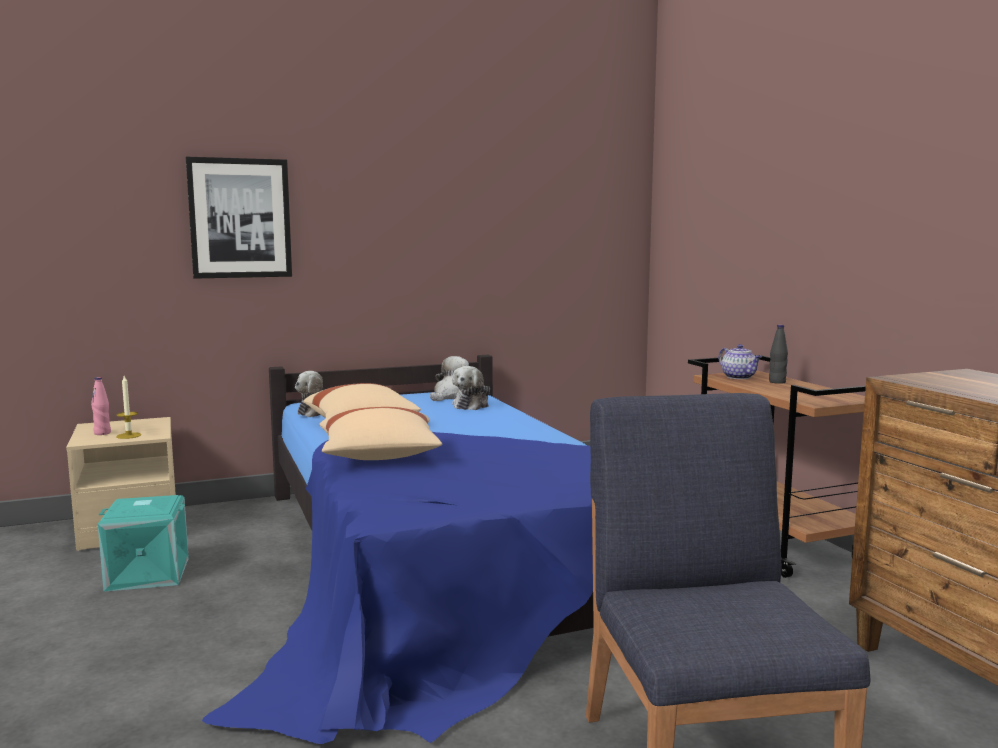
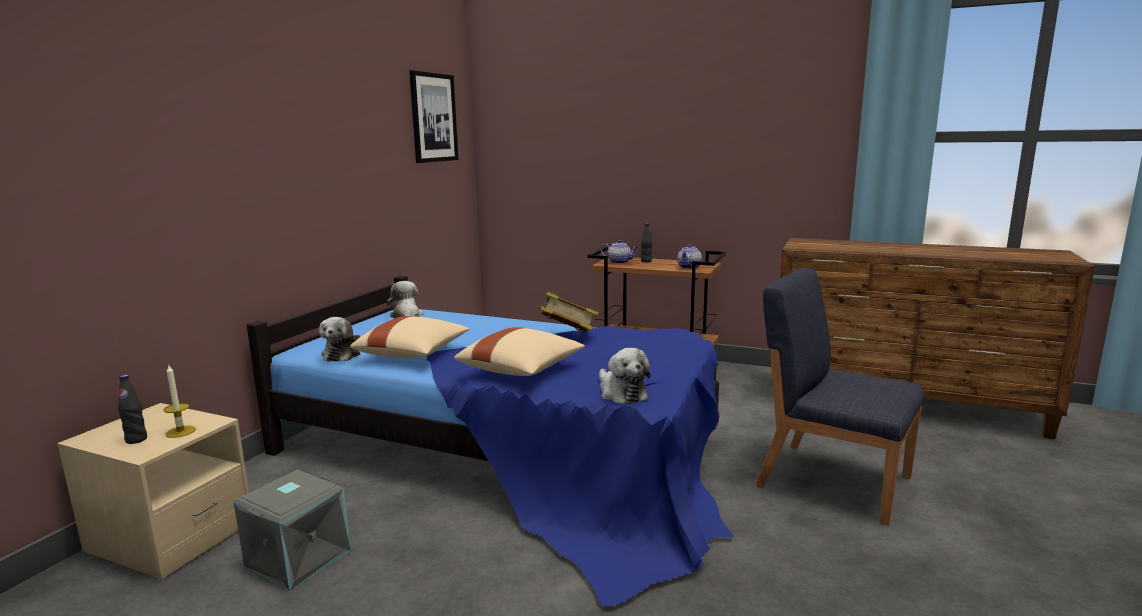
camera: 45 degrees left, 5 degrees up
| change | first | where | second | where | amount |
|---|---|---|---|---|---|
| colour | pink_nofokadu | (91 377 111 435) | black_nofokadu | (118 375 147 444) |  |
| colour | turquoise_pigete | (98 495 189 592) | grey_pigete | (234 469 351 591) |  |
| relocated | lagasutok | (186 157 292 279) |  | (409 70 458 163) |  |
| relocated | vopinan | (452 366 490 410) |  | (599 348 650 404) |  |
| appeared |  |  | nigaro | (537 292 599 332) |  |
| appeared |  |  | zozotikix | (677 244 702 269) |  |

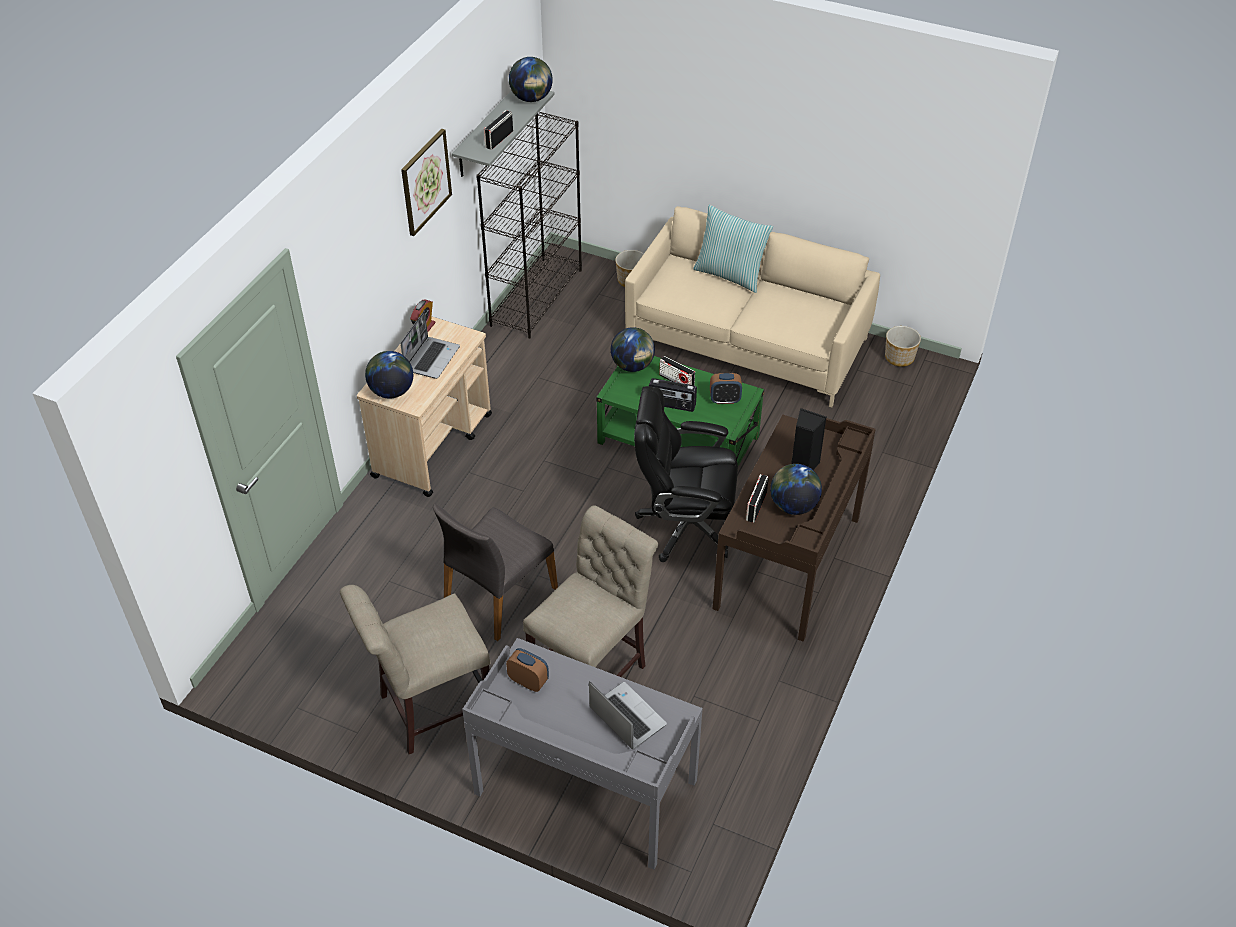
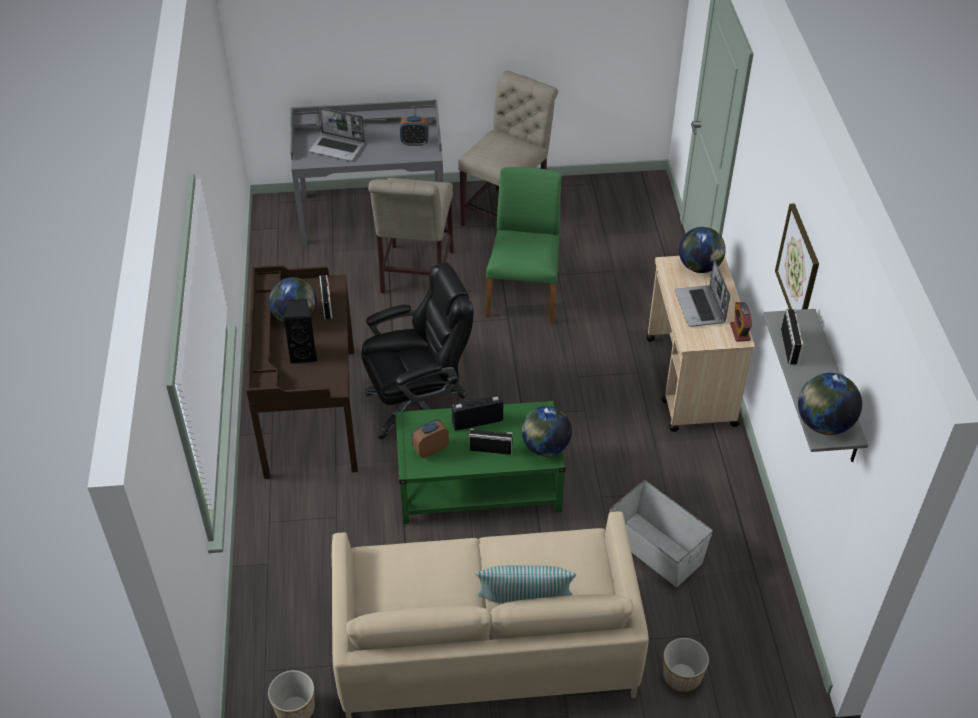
camera: 150 degrees right, 0 degrees up
| change | first | where | second | where | amount |
|---|---|---|---|---|---|
| colour | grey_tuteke | (433 504 558 641) | green_tuteke | (486 167 561 324) |  |
| missing | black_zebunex | (476 112 582 339) |  |  |  |
| appeared |  |  | grey_pigete | (610 480 713 587) |  |

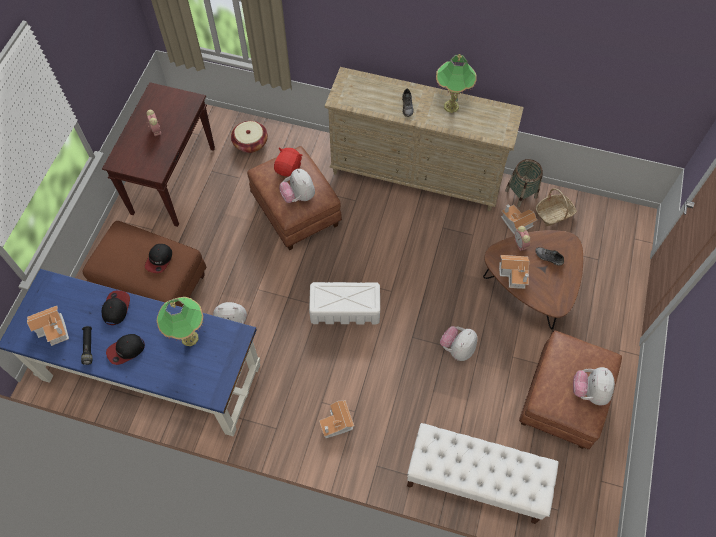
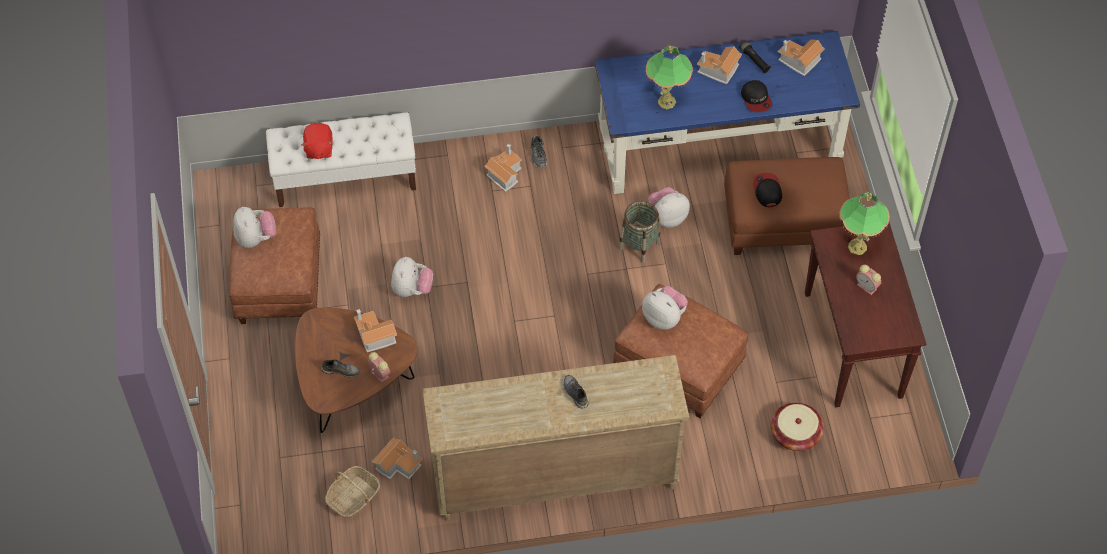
camera: 155 degrees right, 5 degrees down
| change | first | where | second | where | amount |
|---|---|---|---|---|---|
| exchanged | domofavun | (106 334 145 365) | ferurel | (697 46 742 84) |  |
| relocated | red_vopinan | (274 148 302 177) |  | (302 123 333 160) |  |
| missing | white_pigete | (309 282 380 324) |  |  |  |
| relocated | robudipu | (436 54 477 113) |  | (839 192 889 255) |  |
| relocated | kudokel | (505 159 543 207) |  | (618 201 660 263) |  |
| appeared |  |  | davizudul | (531 135 547 167) |  |

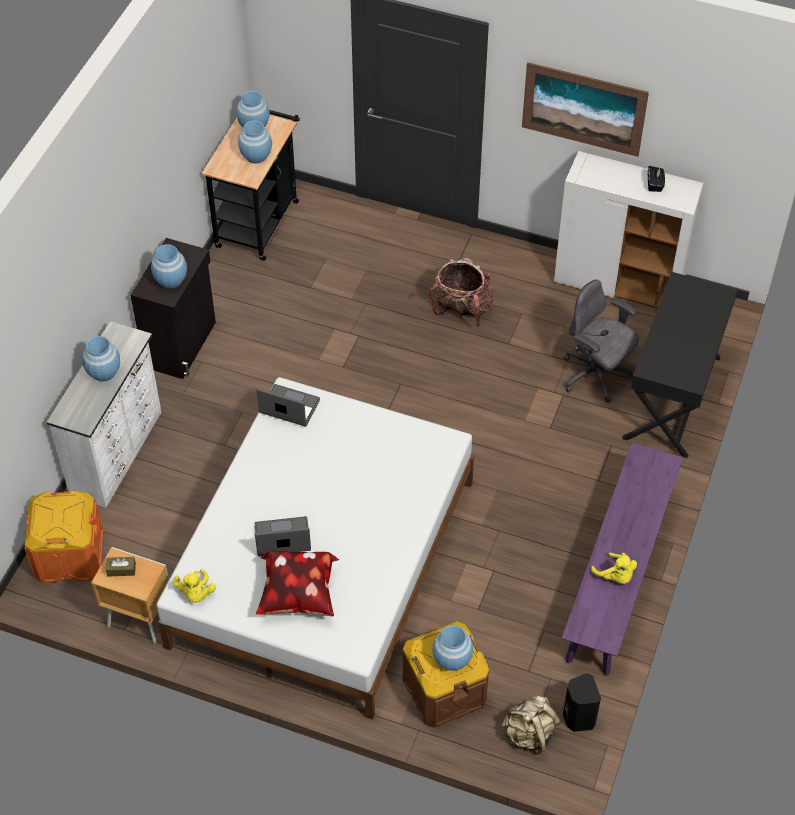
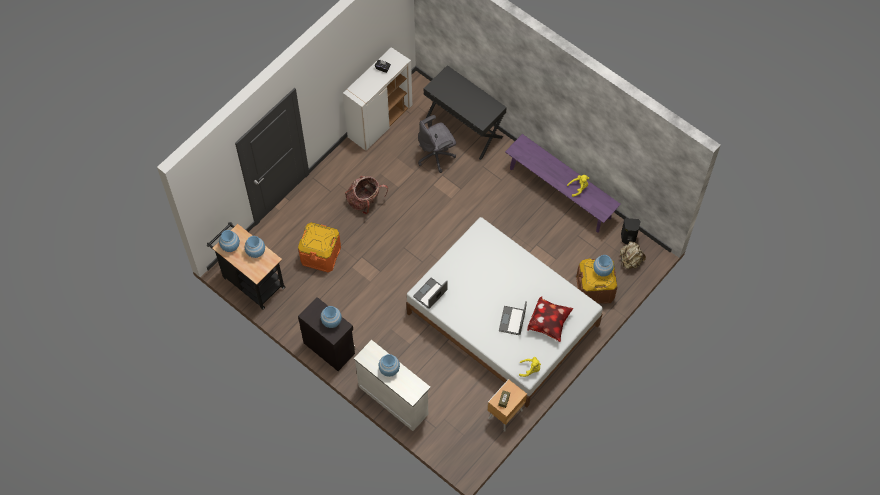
camera: 70 degrees left, 10 degrees up
| change | first | where | second | where | amount |
|---|---|---|---|---|---|
| relocated | orange_pigete | (24 491 103 583) |  | (298 222 341 272) |  |
| missing | lagasutok | (522 62 649 157) |  |  |  |

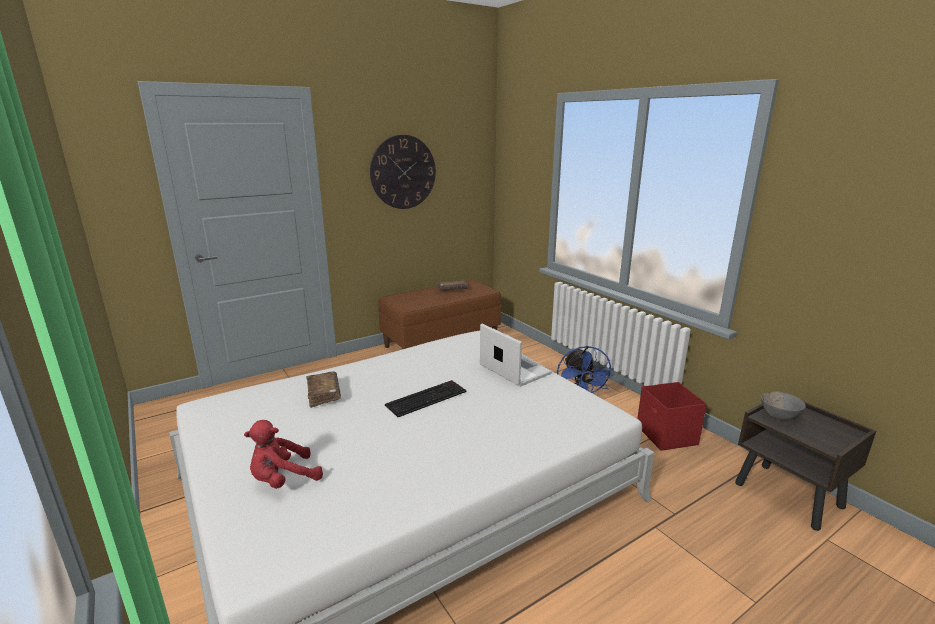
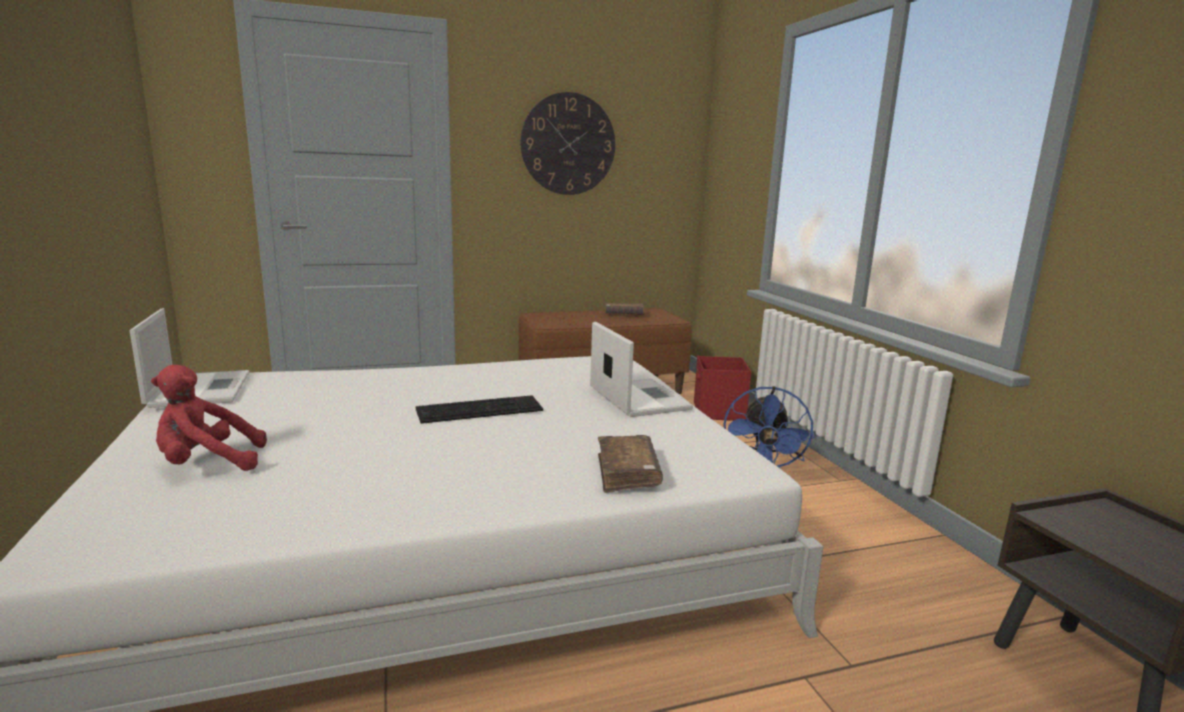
camera: 15 degrees right, 5 degrees down
| change | first | where | second | where | amount |
|---|---|---|---|---|---|
| relocated | brown_nigaro | (306 371 341 408) |  | (598 435 663 493) |  |
| relocated | red_pigete | (637 382 707 451) |  | (694 356 751 421) |  |
| missing | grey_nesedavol | (761 391 806 420) |  |  |  |
| appeared |  |  | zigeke | (130 308 249 408) |  |

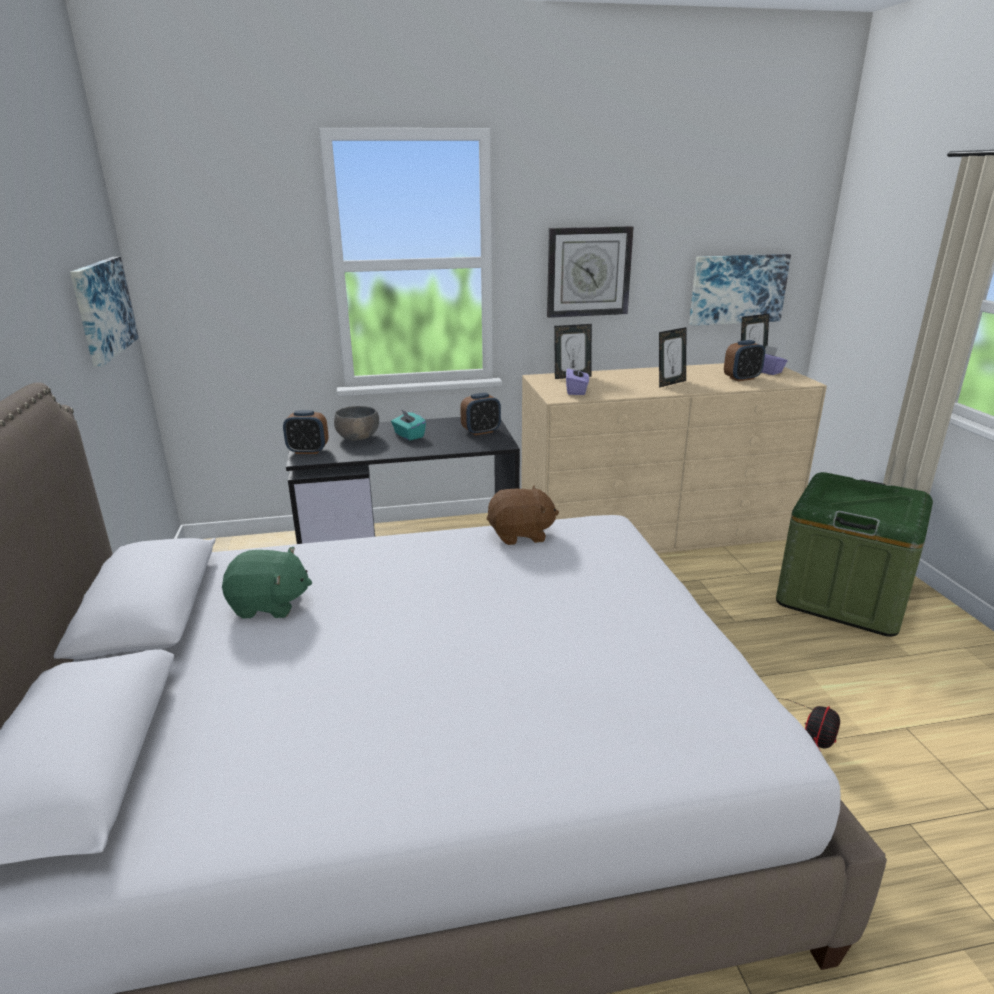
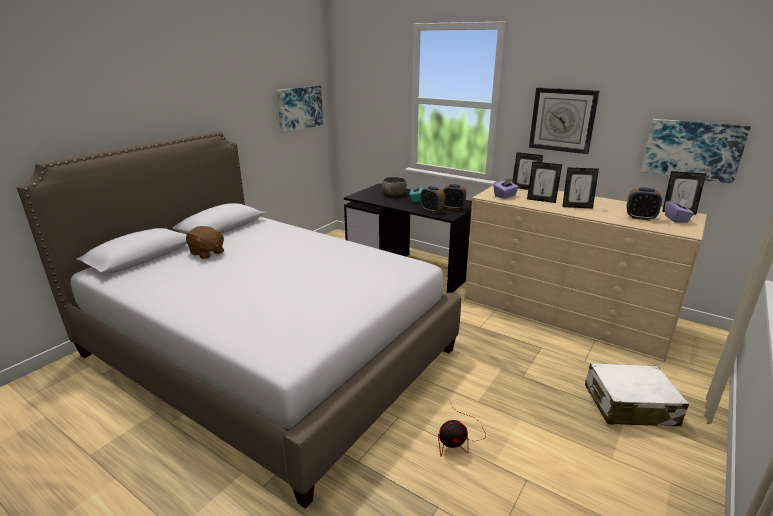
camera: 45 degrees right, 0 degrees up
| change | first | where | second | where | amount |
|---|---|---|---|---|---|
| missing | green_vopinan | (222 547 312 618) |  |  |  |
| relocated | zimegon | (283 410 329 454) |  | (421 186 445 213) |  |
| relocated | brown_vopinan | (487 485 559 545) |  | (186 226 224 259) |  |
| exchanged | green_pigete | (776 472 933 637) | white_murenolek | (585 363 689 427) |  |
| appeared |  |  | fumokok | (527 162 562 203) |  |

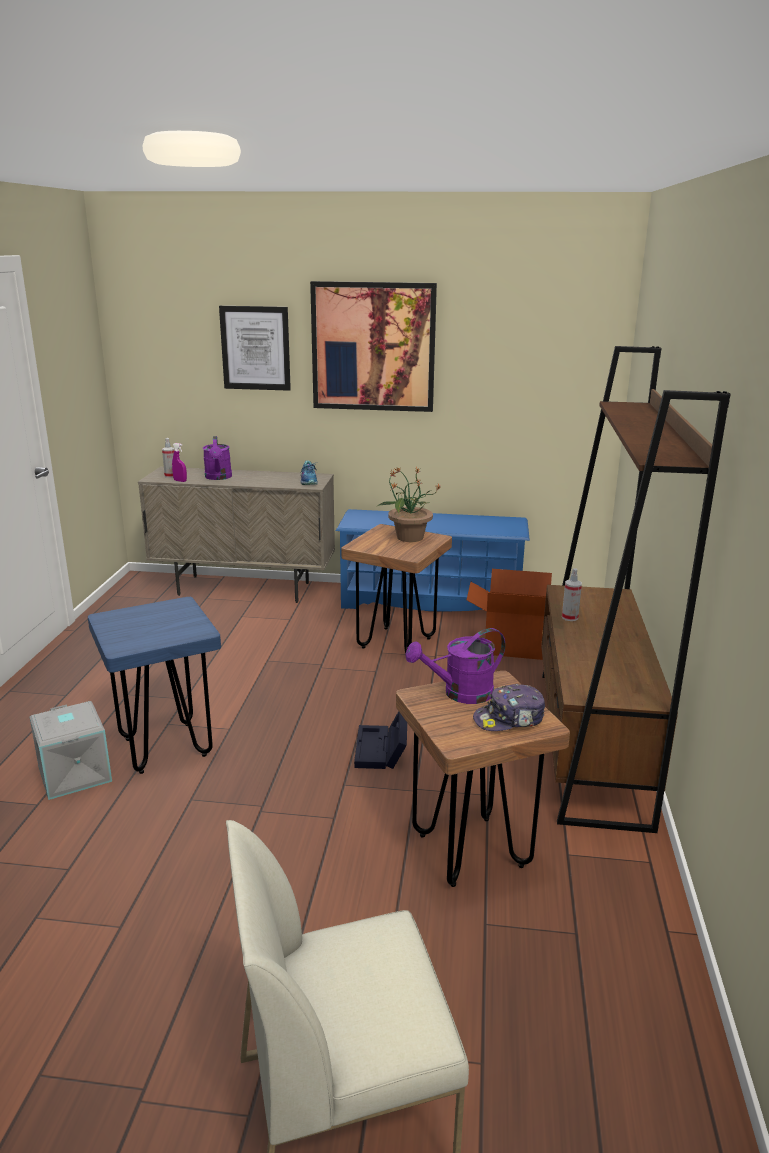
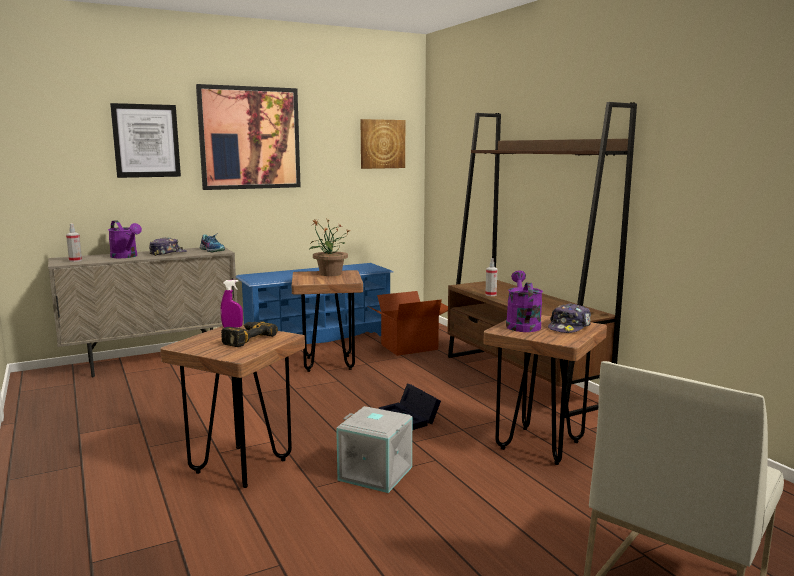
camera: 35 degrees left, 10 degrees down
| change | first | where | second | where | amount |
|---|---|---|---|---|---|
| relocated | grey_pigete | (30 701 112 800) |  | (336 406 412 493) |  |
| colour | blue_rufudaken | (88 597 221 774) | brown_rufudaken | (160 325 305 488) |  |
| relocated | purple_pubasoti | (172 443 187 482) |  | (221 280 243 328) |  |
| spun | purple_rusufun | (405 628 505 704) |  | (506 271 543 332) | 150 degrees clockwise |
| appeared |  |  | domofavun | (149 237 187 256) |  |
| appeared |  |  | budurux | (221 321 278 347) |  |
| appeared |  |  | lagasutok | (361 119 405 169) |  |

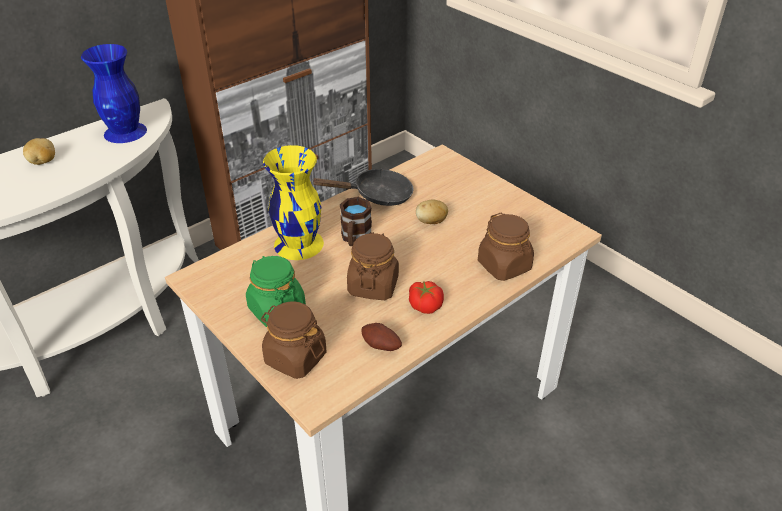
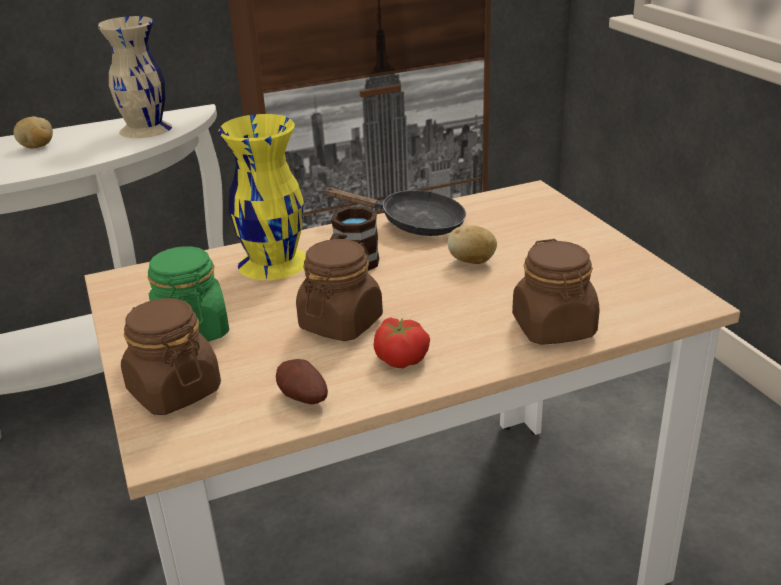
camera: 20 degrees right, 10 degrees down
| change | first | where | second | where | amount |
|---|---|---|---|---|---|
| colour | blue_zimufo | (81 44 147 143) | beige_zimufo | (97 16 172 138) |  |

